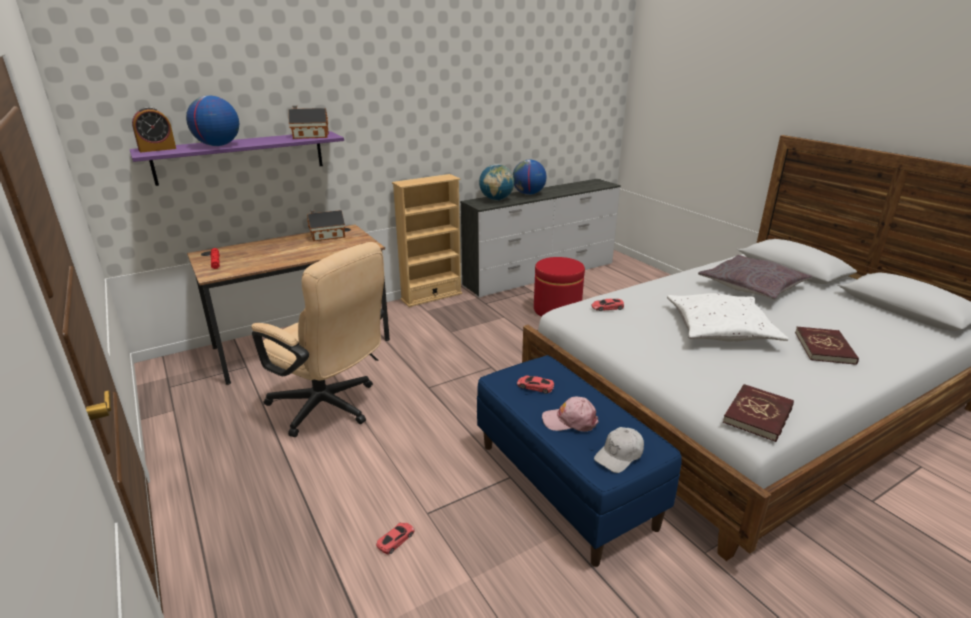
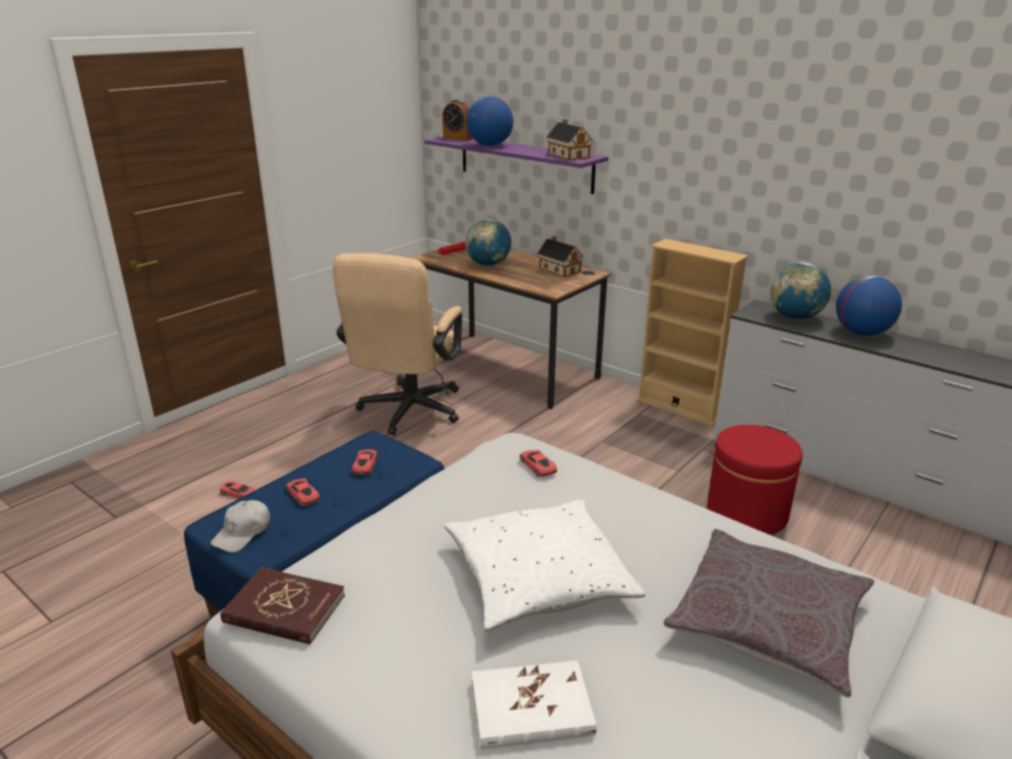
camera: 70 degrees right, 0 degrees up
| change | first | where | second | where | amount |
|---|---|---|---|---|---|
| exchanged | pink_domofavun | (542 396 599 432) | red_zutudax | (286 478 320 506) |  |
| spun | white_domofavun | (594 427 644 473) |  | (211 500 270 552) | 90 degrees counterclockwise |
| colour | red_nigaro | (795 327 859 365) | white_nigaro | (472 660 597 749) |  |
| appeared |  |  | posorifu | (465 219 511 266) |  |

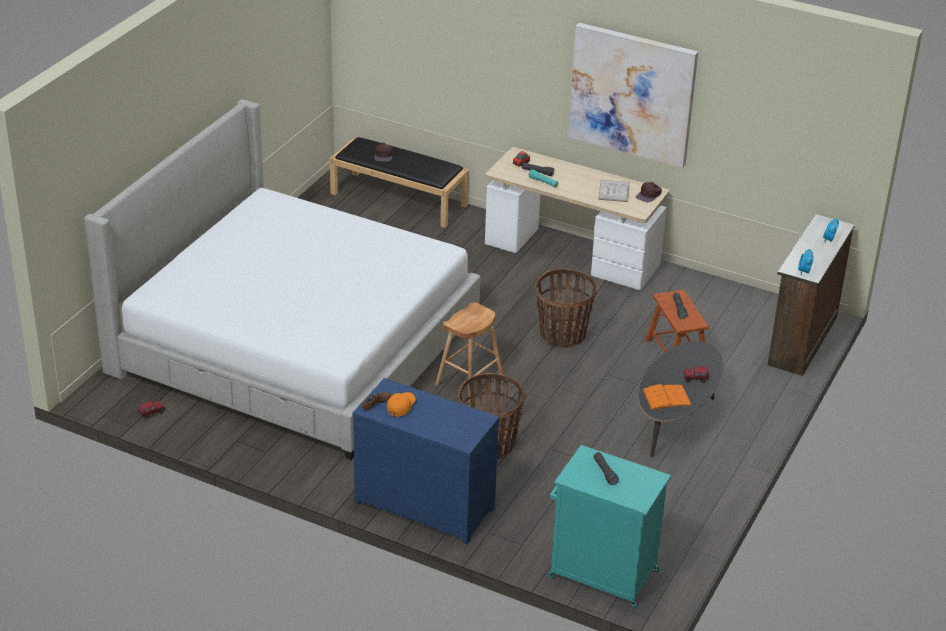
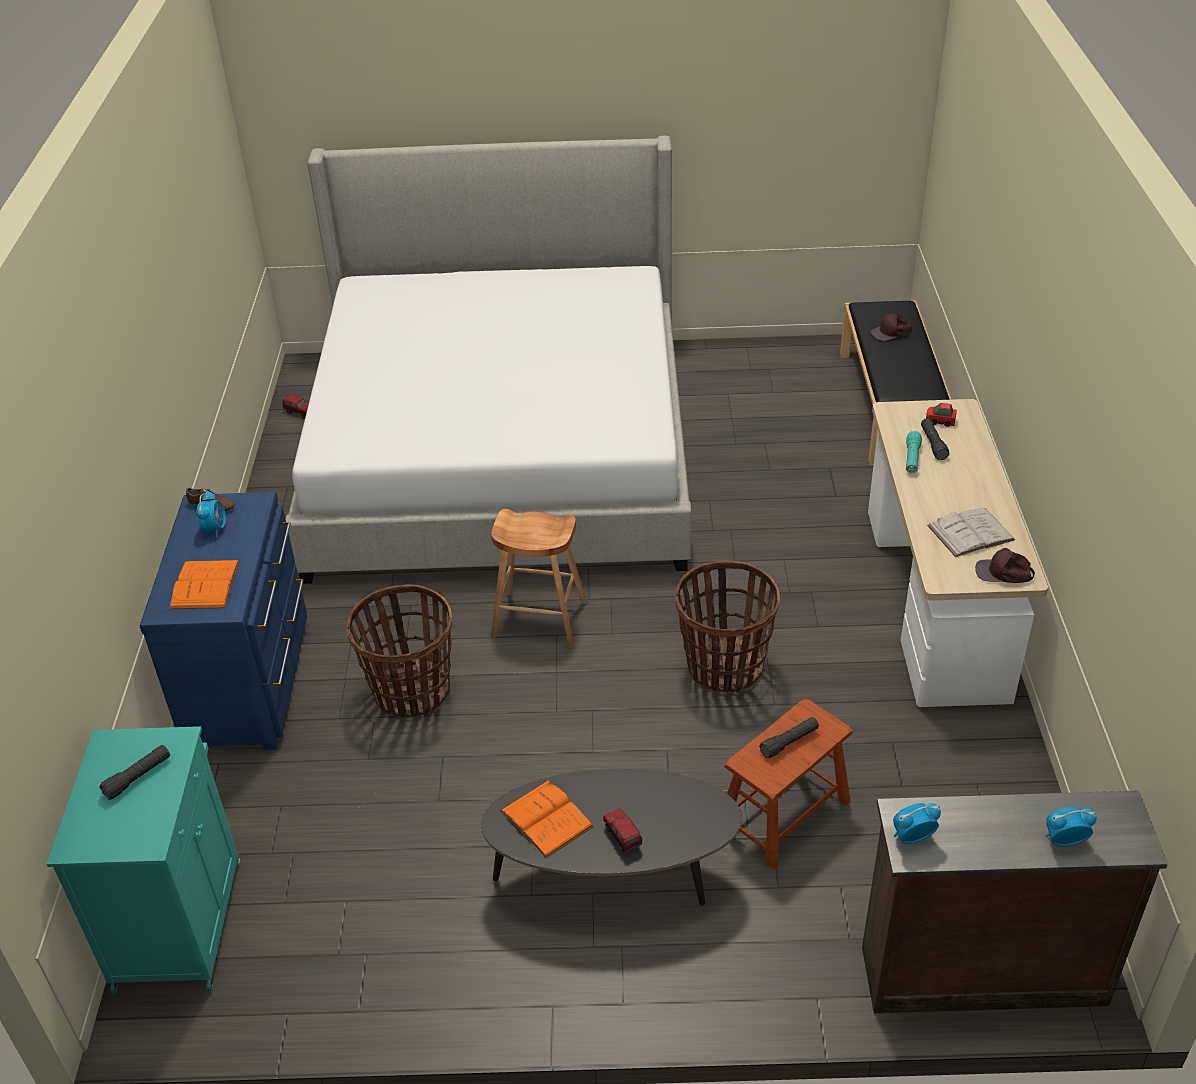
camera: 65 degrees right, 5 degrees up
| change | first | where | second | where | amount |
|---|---|---|---|---|---|
| exchanged | orange_domofavun | (387 392 416 417) | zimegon | (196 491 226 538) |  |
| missing | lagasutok | (568 23 698 168) |  |  |  |
| appeared |  |  | orange_nigaro | (169 560 240 609) |  |

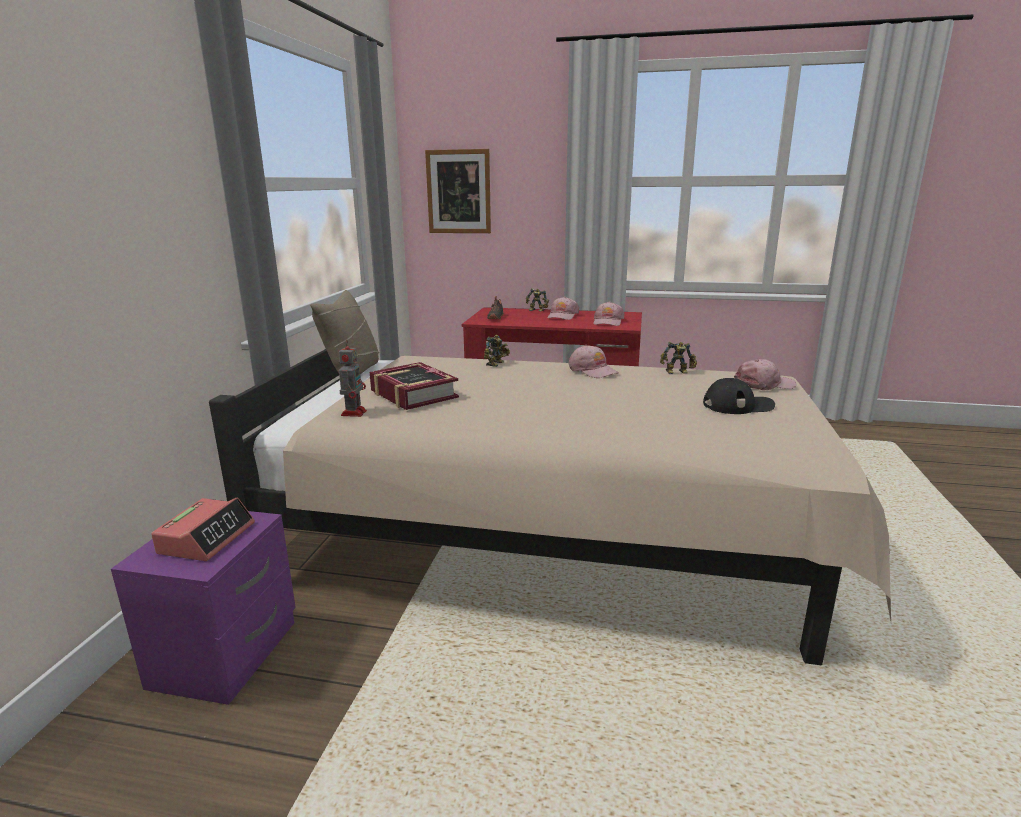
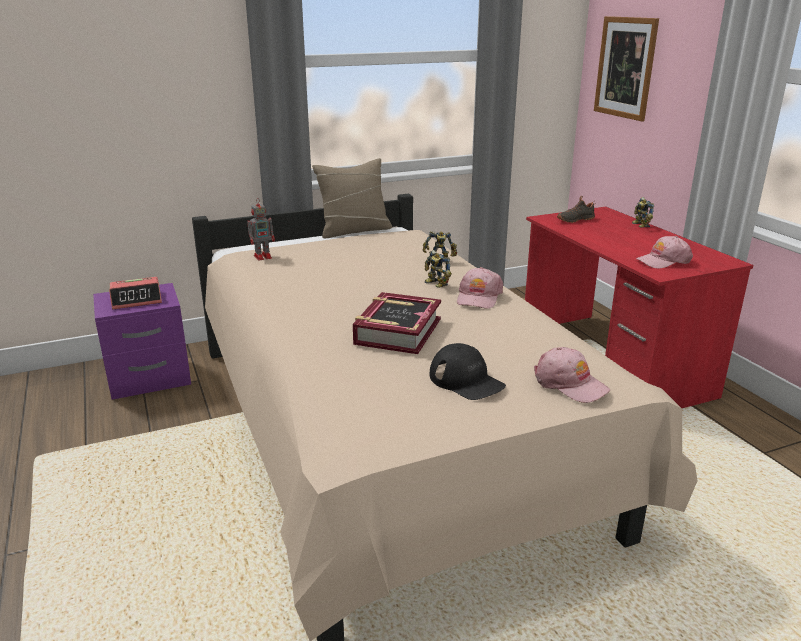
camera: 55 degrees right, 5 degrees up
| change | first | where | second | where | amount |
|---|---|---|---|---|---|
| relocated | nigaro | (370 362 459 410) |  | (353 292 441 354) |  |
| missing | pink_domofavun | (547 297 579 320) |  |  |  |
| relocated | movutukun | (660 342 697 374) |  | (425 250 452 288) |  |

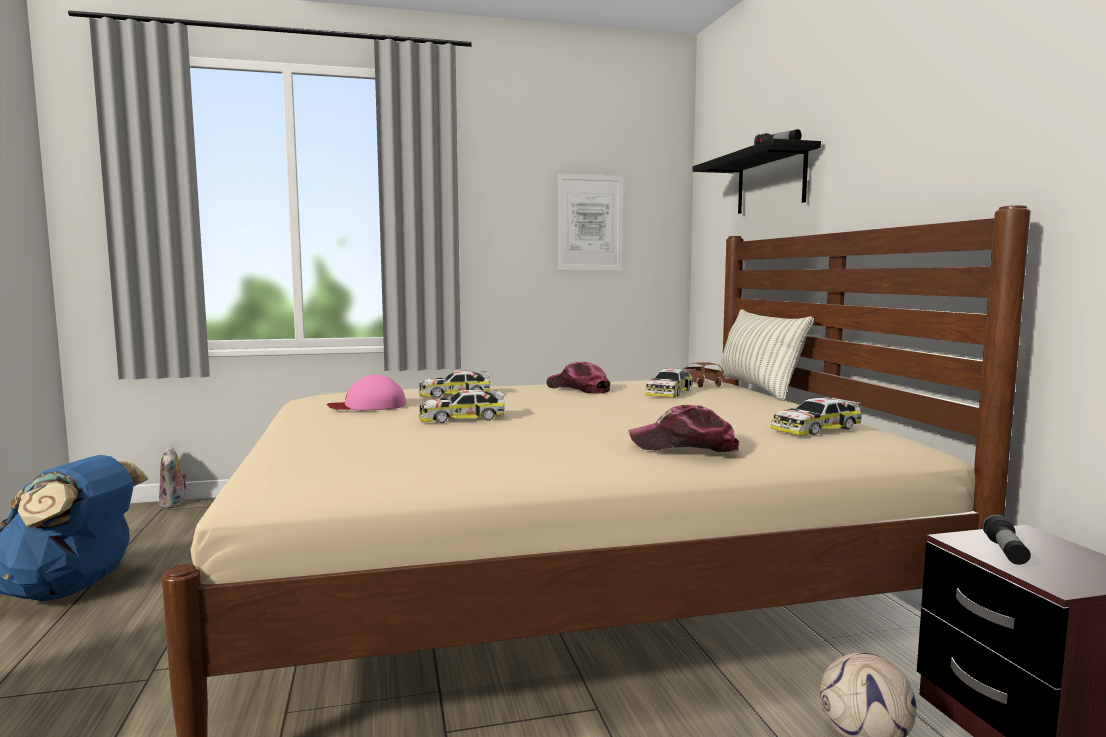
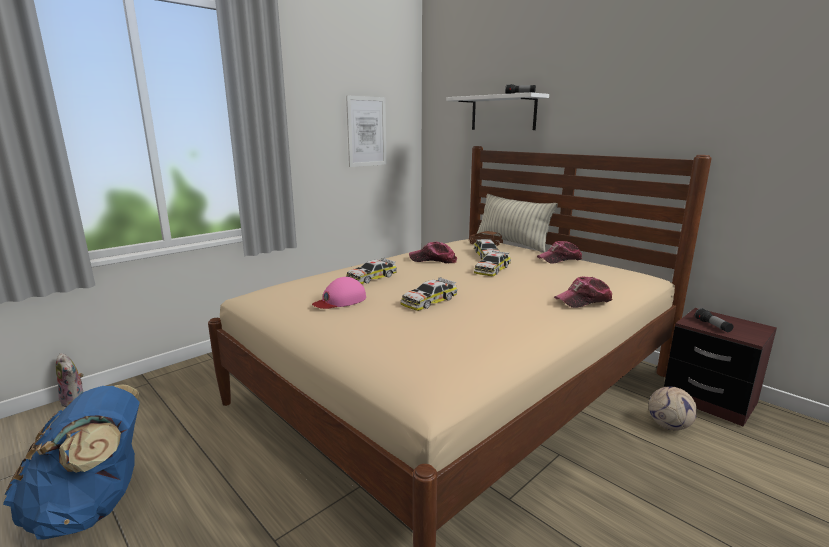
camera: 30 degrees left, 10 degrees up
| change | first | where | second | where | amount |
|---|---|---|---|---|---|
| colour | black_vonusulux | (692 139 821 214) | white_vonusulux | (446 92 549 130) |  |
| relocated | zutudax | (770 397 862 435) |  | (474 250 511 276) |  |
| appeared |  |  | domofavun | (537 241 582 264) |  |

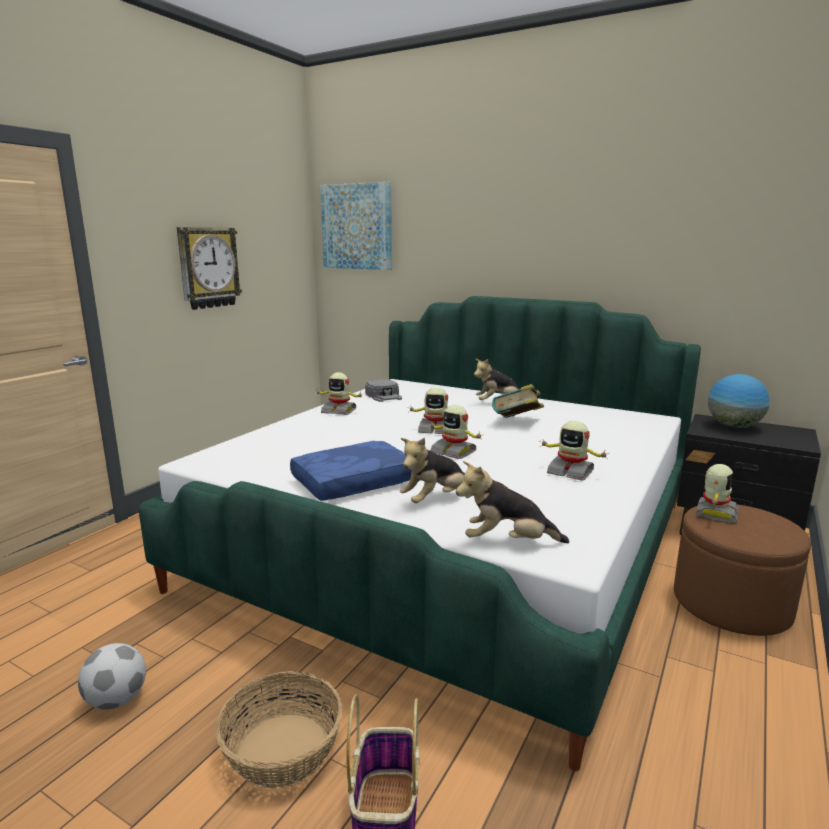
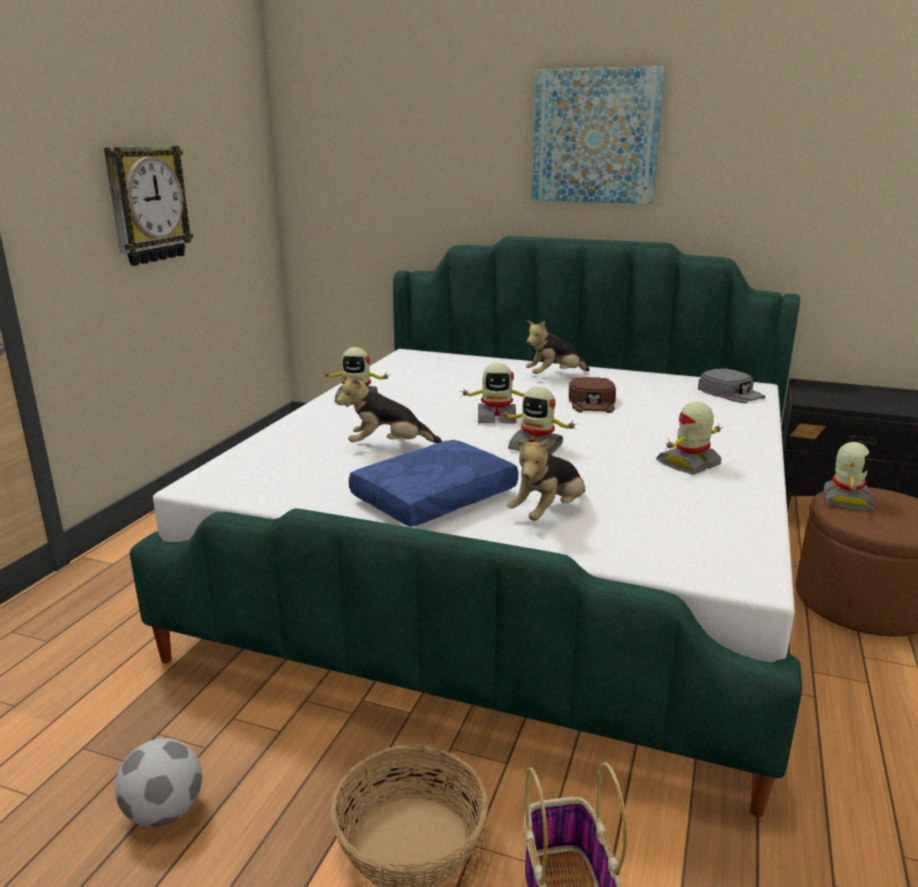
camera: 10 degrees left, 5 degrees up
| change | first | where | second | where | amount |
|---|---|---|---|---|---|
| relocated | lagasutok | (320 182 392 270) |  | (532 66 665 204) |  |
| relocated | grey_domofavun | (365 379 402 402) |  | (698 368 766 404) |  |
| relocated | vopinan | (456 461 569 543) |  | (336 374 442 443) |  |
| exchanged | nigaro | (492 384 544 418) | brown_domofavun | (569 377 616 413) |  |
| spun | movutukun | (540 421 610 481) |  | (656 402 723 475) | 120 degrees clockwise |
| missing | posorifu | (708 374 770 428) |  |  |  |

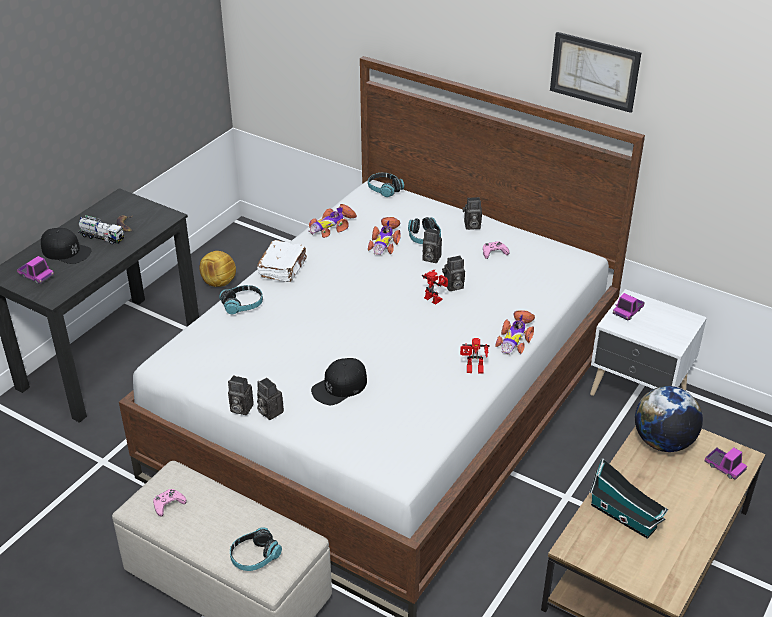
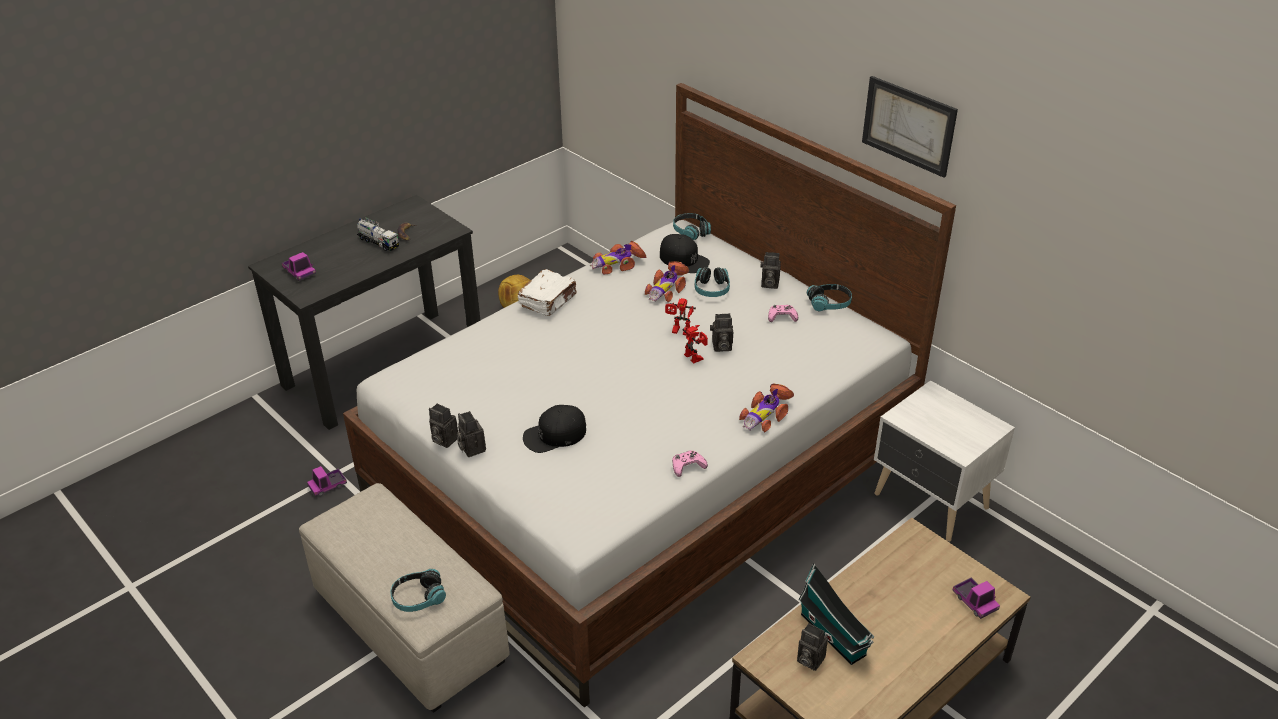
camera: 15 degrees right, 0 degrees up
| change | first | where | second | where | amount |
|---|---|---|---|---|---|
| relocated | black_domofavun | (41 228 91 264) |  | (660 234 710 273) |  |
| relocated | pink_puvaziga | (153 489 187 517) |  | (672 450 708 477) |  |
| relocated | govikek | (219 285 263 314) |  | (807 284 852 311) |  |
| relocated | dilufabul | (422 228 442 263) |  | (797 623 828 671) |  |
| relocated | movutukun | (460 338 489 373) |  | (665 298 696 335) |  |
| relocated | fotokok | (613 293 645 320) |  | (307 466 347 497) |  |
| missing | posorifu | (635 386 703 452) |  |  |  |

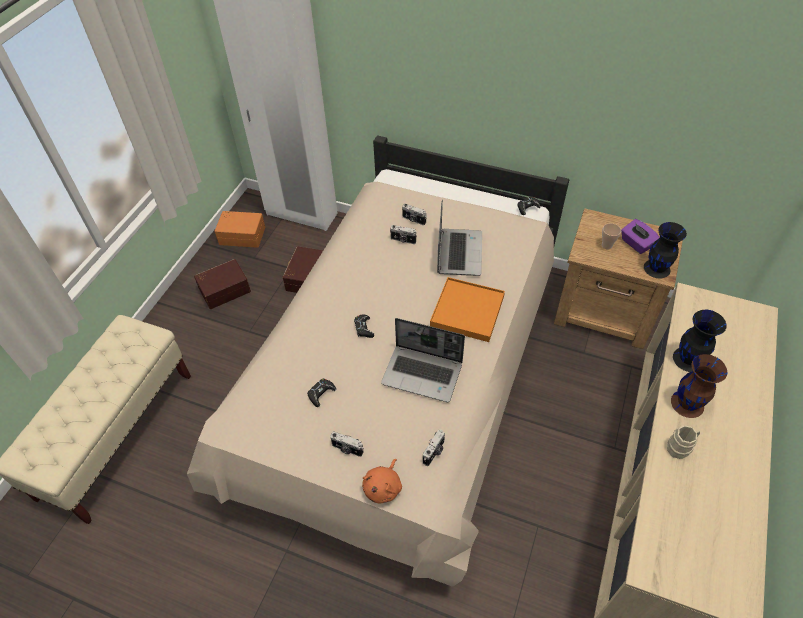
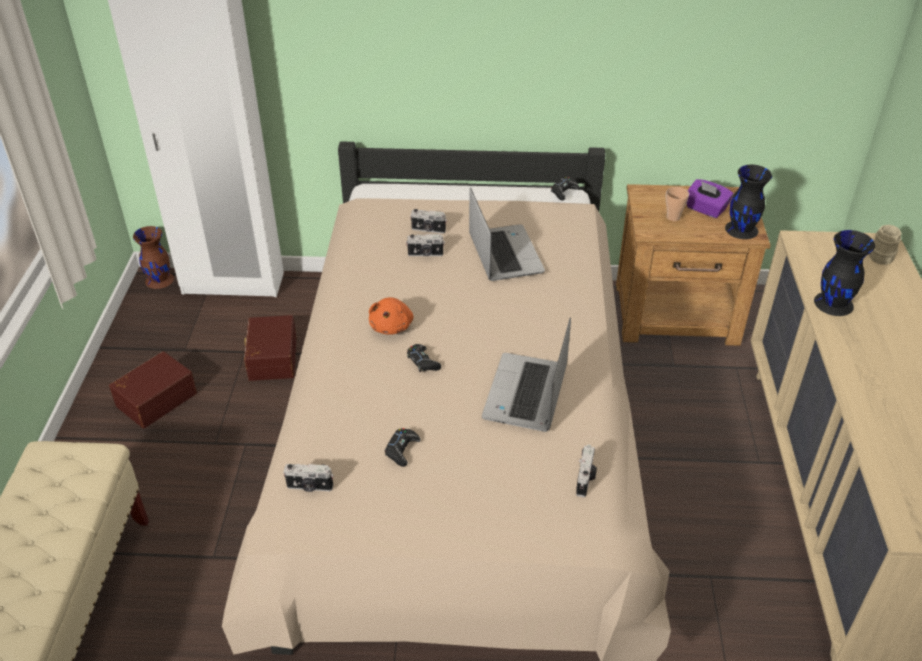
camera: 20 degrees left, 10 degrees down
| change | first | where | second | where | amount |
|---|---|---|---|---|---|
| missing | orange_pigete | (215 211 265 248) |  |  |  |
| relocated | dilufabul | (330 431 364 457) |  | (283 464 333 492) |  |
| relocated | orange_vopinan | (362 459 402 503) |  | (369 297 413 335) |  |
| spun | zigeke | (381 318 465 402) |  | (482 317 571 432) | 105 degrees clockwise |
| missing | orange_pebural | (430 277 505 342) |  |  |  |
| relocated | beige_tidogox | (667 426 700 459) |  | (869 225 902 264) |  |
| relocated | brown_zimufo | (671 354 727 418) |  | (133 226 174 289) |  |

